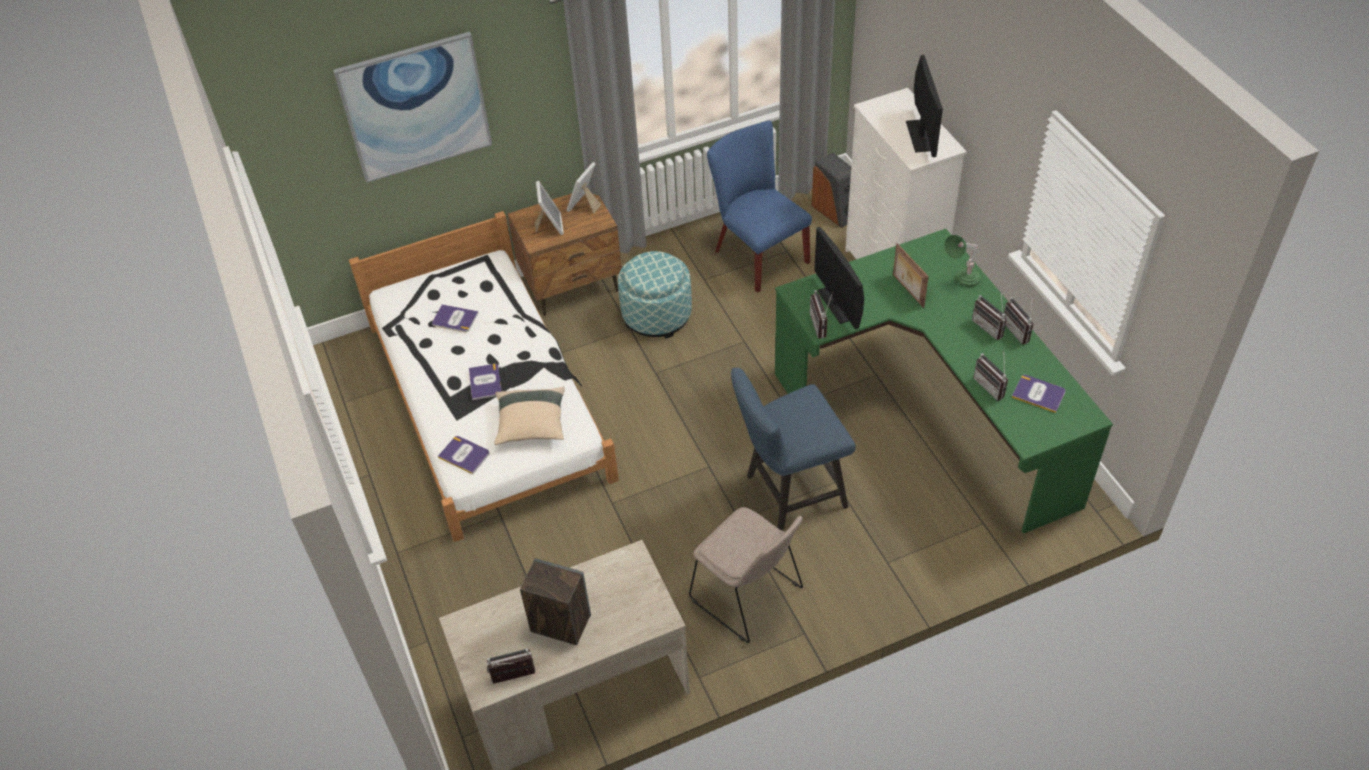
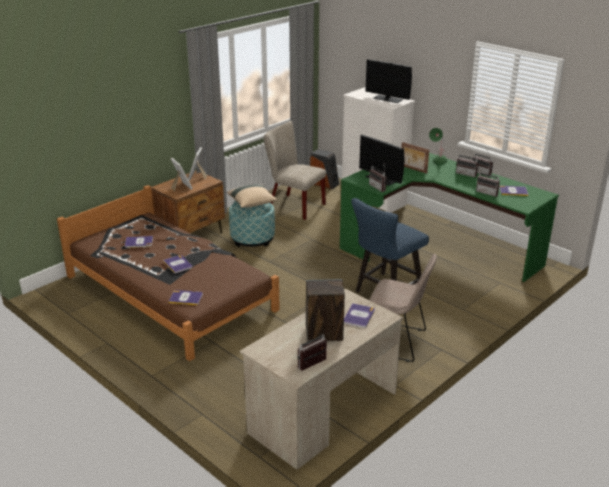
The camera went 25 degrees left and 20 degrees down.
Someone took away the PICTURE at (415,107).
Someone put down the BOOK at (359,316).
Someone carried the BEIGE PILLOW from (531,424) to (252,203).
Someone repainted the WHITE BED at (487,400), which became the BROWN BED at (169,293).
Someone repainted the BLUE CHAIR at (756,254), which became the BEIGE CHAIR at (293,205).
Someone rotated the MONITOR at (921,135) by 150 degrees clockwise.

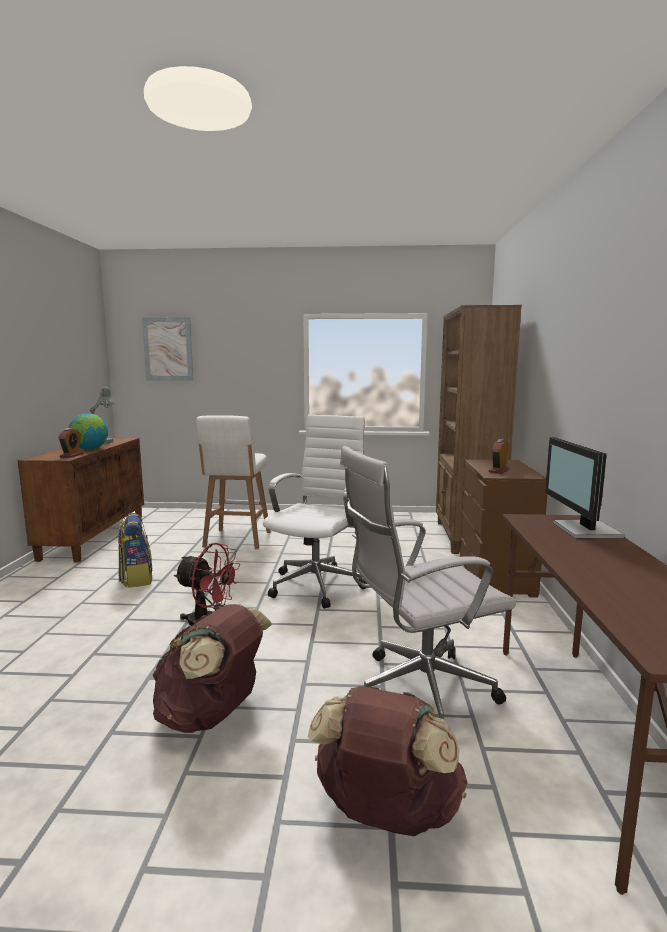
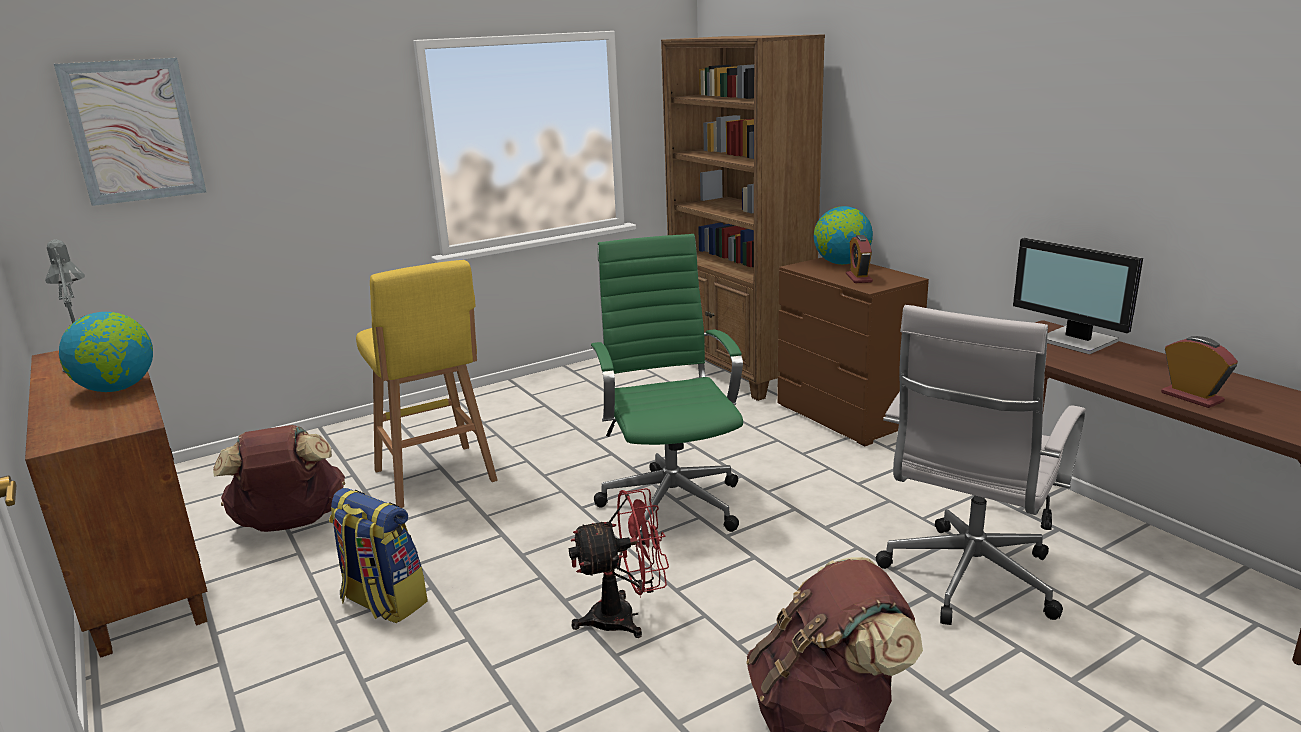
The camera went 35 degrees left and 10 degrees up.
Someone put down the GLOBE at (841,263).
Someone carried the ALARM CLOCK from (71,455) to (1191,397).
Someone carried the BROWN BACKPACK from (386,814) to (290,524).
Someone repainted the WHITE STOOL at (237,540), which became the YELLOW STOOL at (436,477).
Someone repainted the WHITE OFFICE CHAIR at (318,584), which became the GREEN OFFICE CHAIR at (670,502).

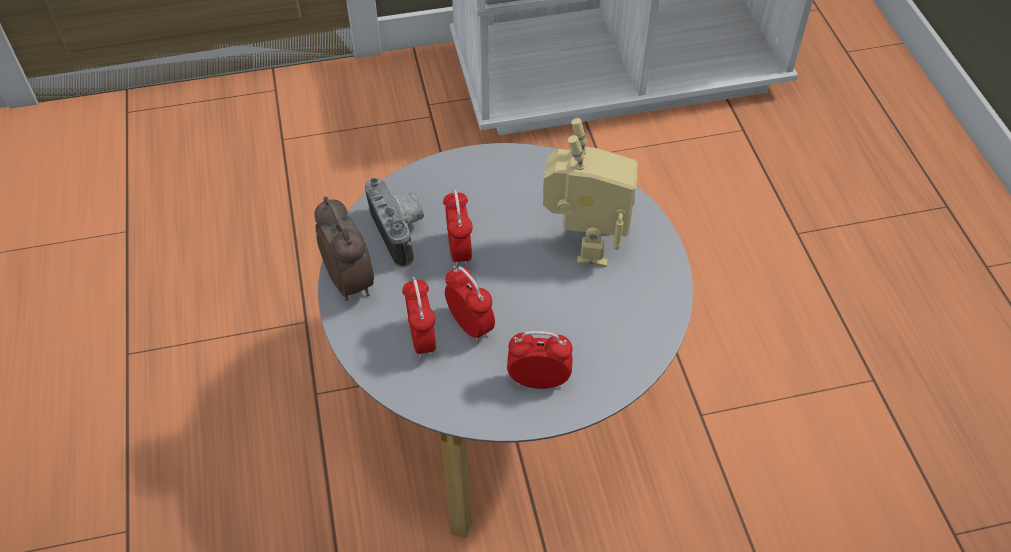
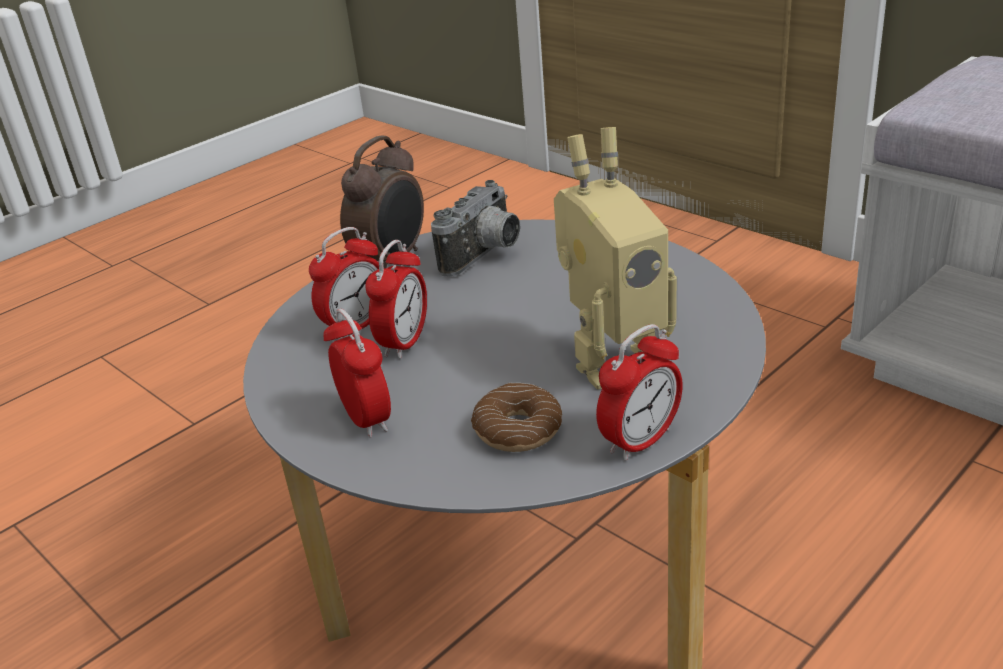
The camera went 60 degrees right and 20 degrees down.
Someone put down the DONUT at (518,430).
Someone carried the ALARM CLOCK from (459,251) to (640,441).

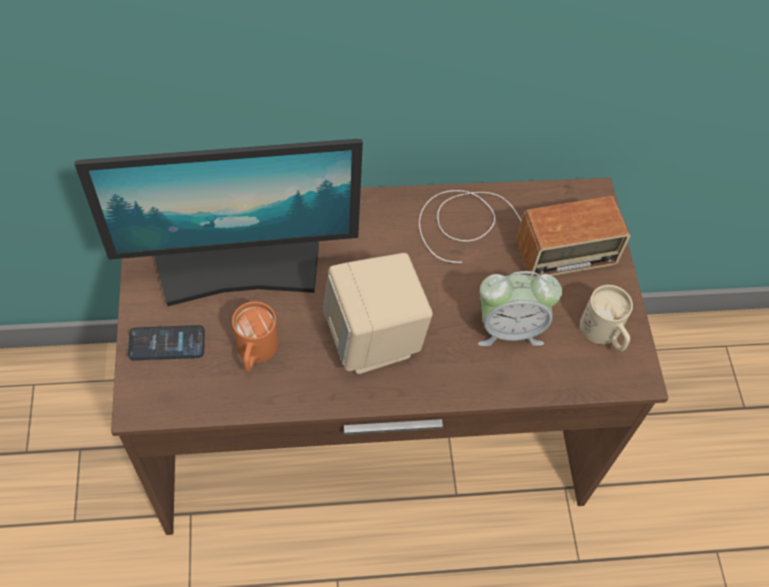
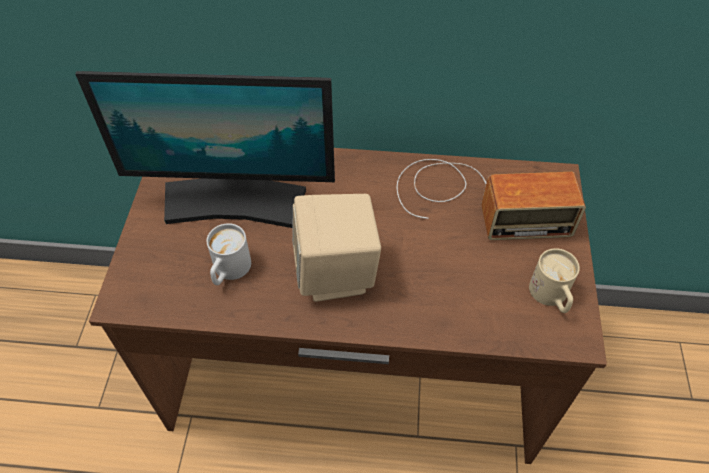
The camera went 15 degrees right and 5 degrees down.
Someone took away the PHONE at (167,343).
Someone took away the ALARM CLOCK at (509,328).
Someone repainted the ORANGE MUG at (255,353), which became the WHITE MUG at (229,271).

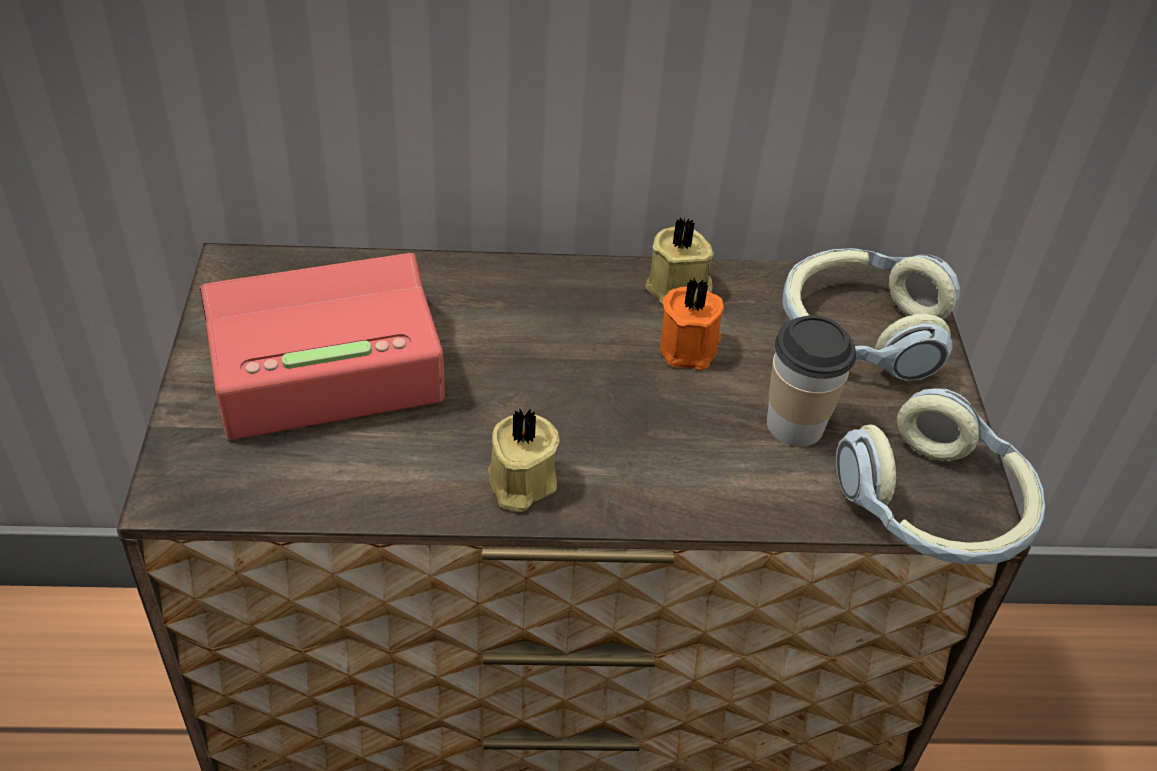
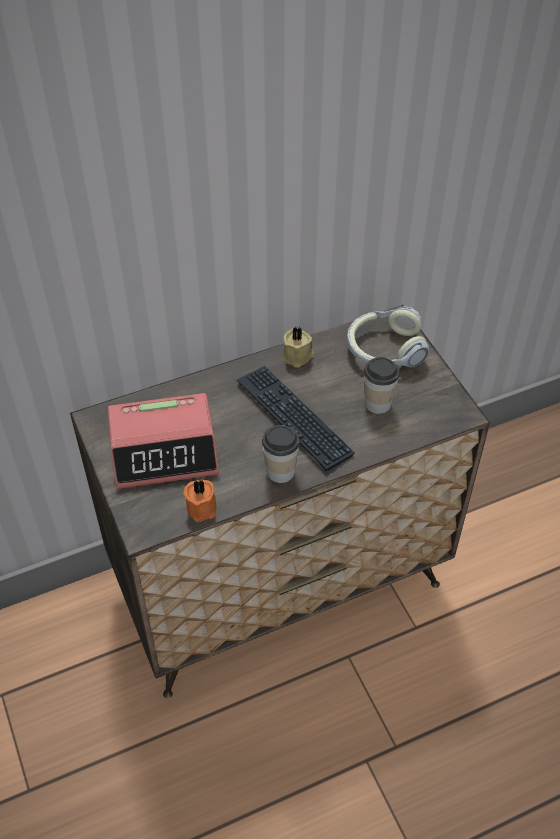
The camera went 20 degrees left and 5 degrees up.
Someone took away the HEADPHONES at (935,508).
Someone put down the KEYBOARD at (293,418).
Someone carried the ORANGE CANDLE from (691,347) to (203,507).
Someone swapped the BEIGE CANDLE at (519,483) for the CUP at (280,471).
Someone rotated the ALARM CLOCK at (323,362) by 150 degrees counterclockwise.

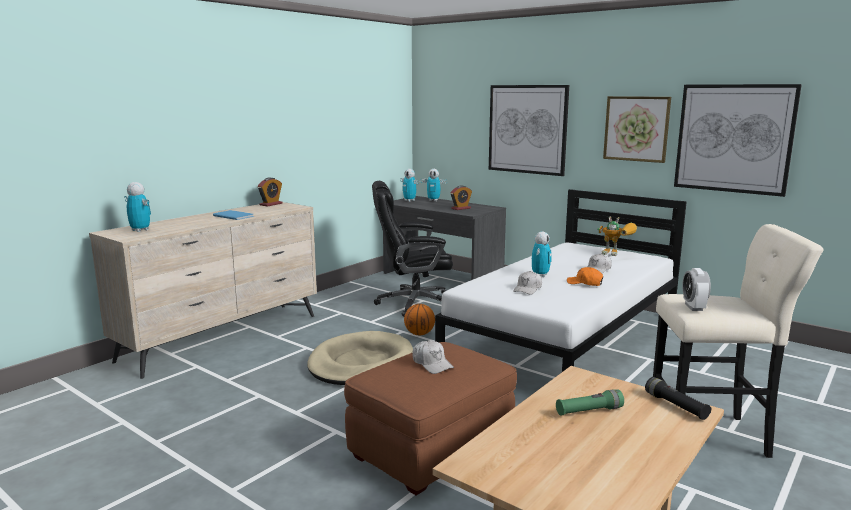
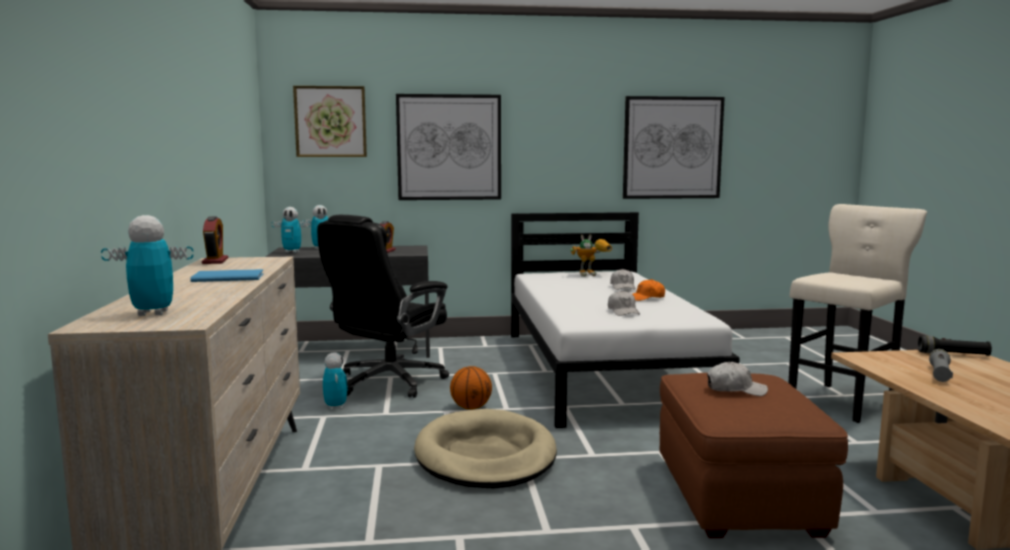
The camera went 45 degrees left and 5 degrees down.
Someone took away the ALARM CLOCK at (693,307).
Someone carried the TOY ROBOT from (540,275) to (335,407).
Someone carried the PICTURE from (636,128) to (330,121).
Someone repainted the GREEN FLASHLIGHT at (589,411), which became the GREY FLASHLIGHT at (939,374).

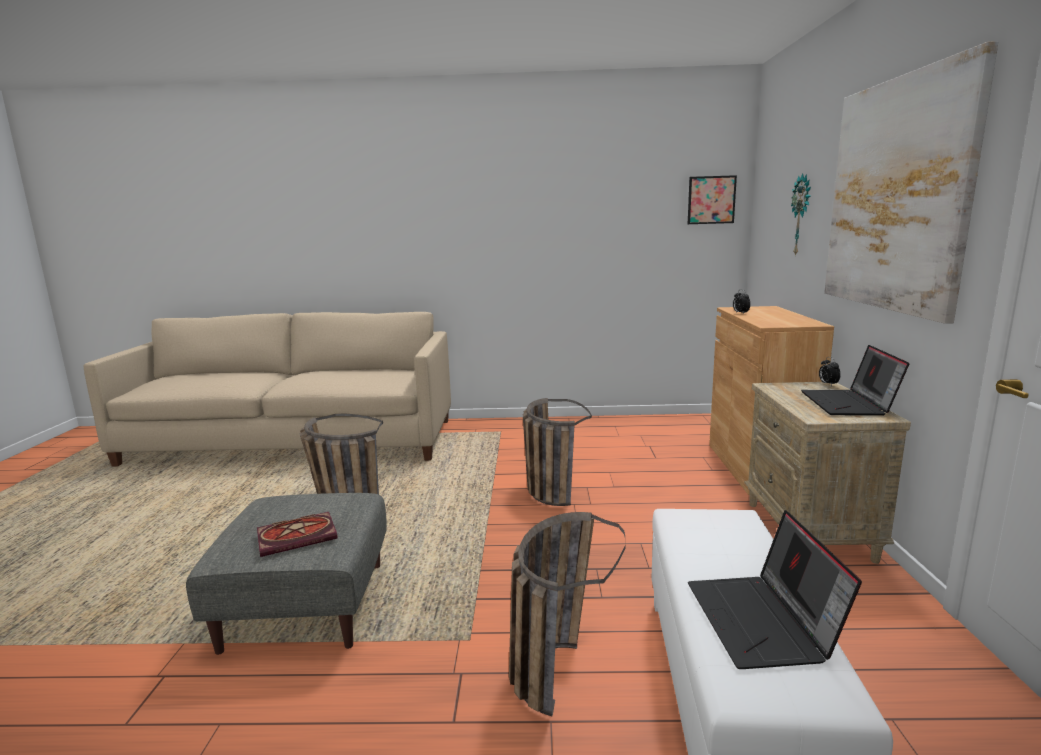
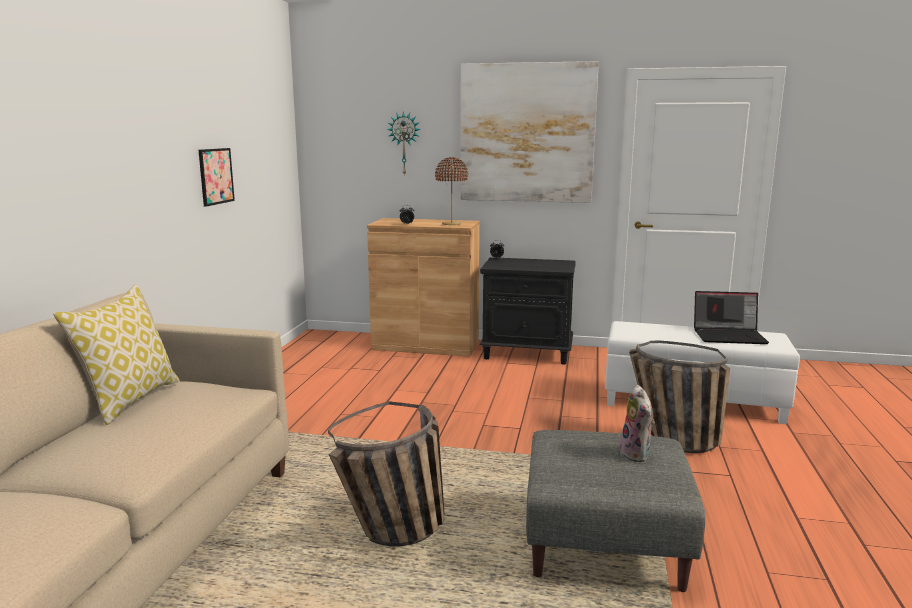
The camera went 80 degrees left and 0 degrees up.
Someone took away the BASKET at (547,489).
Someone took away the LAPTOP at (849,404).
Someone put down the PILLOW at (129,400).
Someone put down the BROWN TABLE LAMP at (451,224).
Someone carried the PICTURE from (711,200) to (216,176).
Someone swapped the BOOK at (299,536) for the PLUSH TOY at (637,454).
Someone repainted the BEIGE NIGHTSTAND at (809,531), which became the BLACK NIGHTSTAND at (528,353).

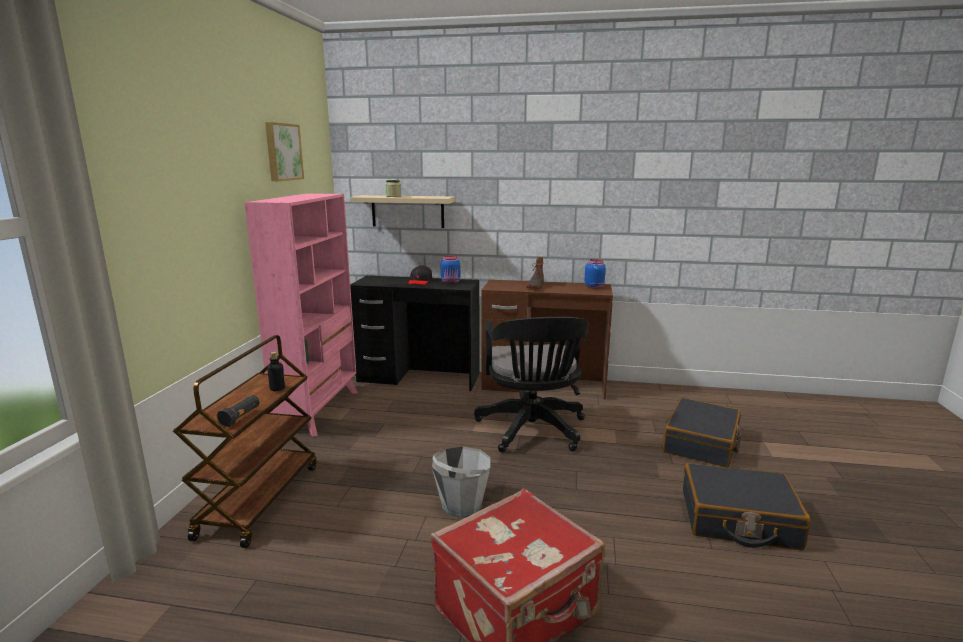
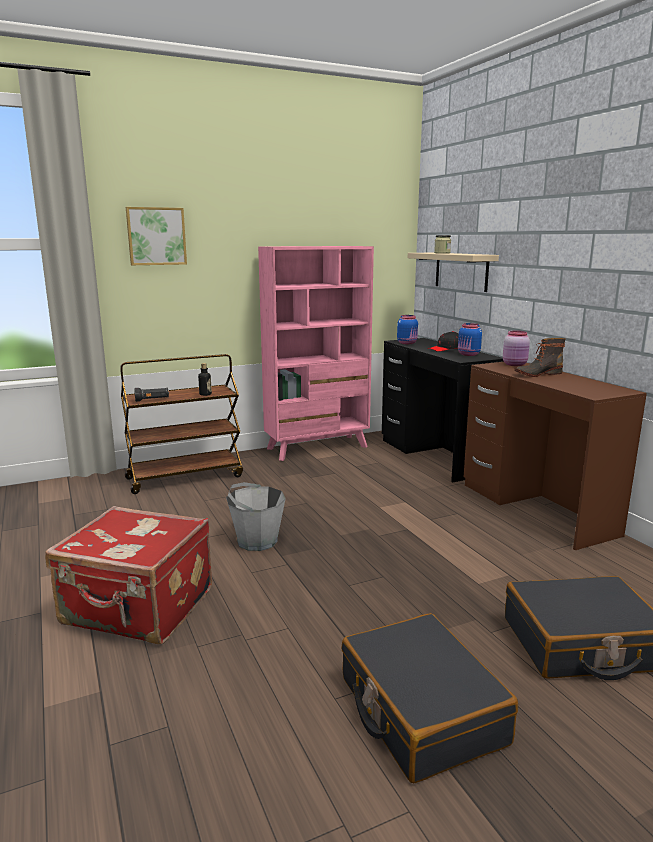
The camera went 55 degrees right and 0 degrees up.
Someone took away the BLACK OFFICE CHAIR at (532,431).
Someone put down the PINK JAR at (515,364).
Someone carried the PICTURE from (282,152) to (156,236).
Someone carried the BLUE JAR from (594,287) to (407,343).

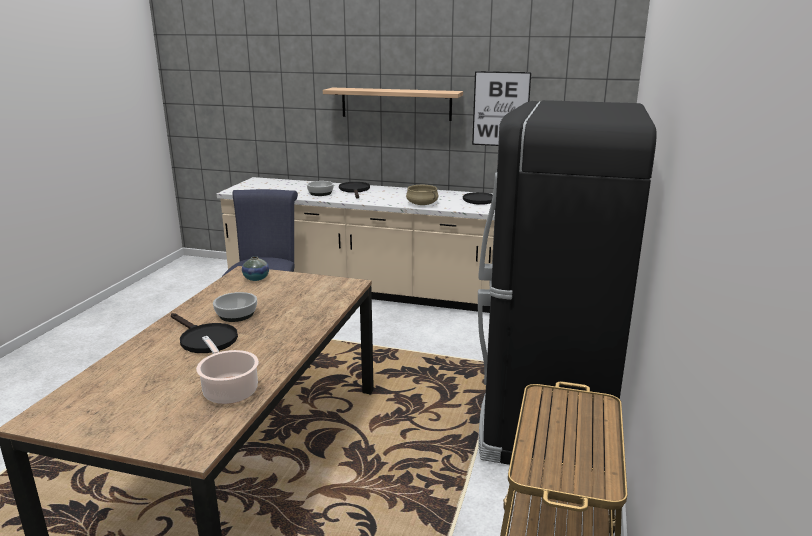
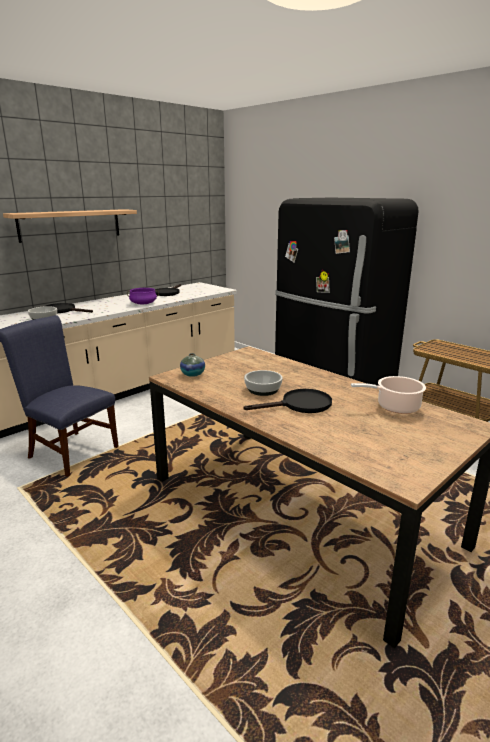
The camera went 60 degrees left and 0 degrees up.
Someone took away the PICTURE at (501,109).
Someone repainted the BEIGE COOKING POT at (422,204), which became the PURPLE COOKING POT at (143,303).

